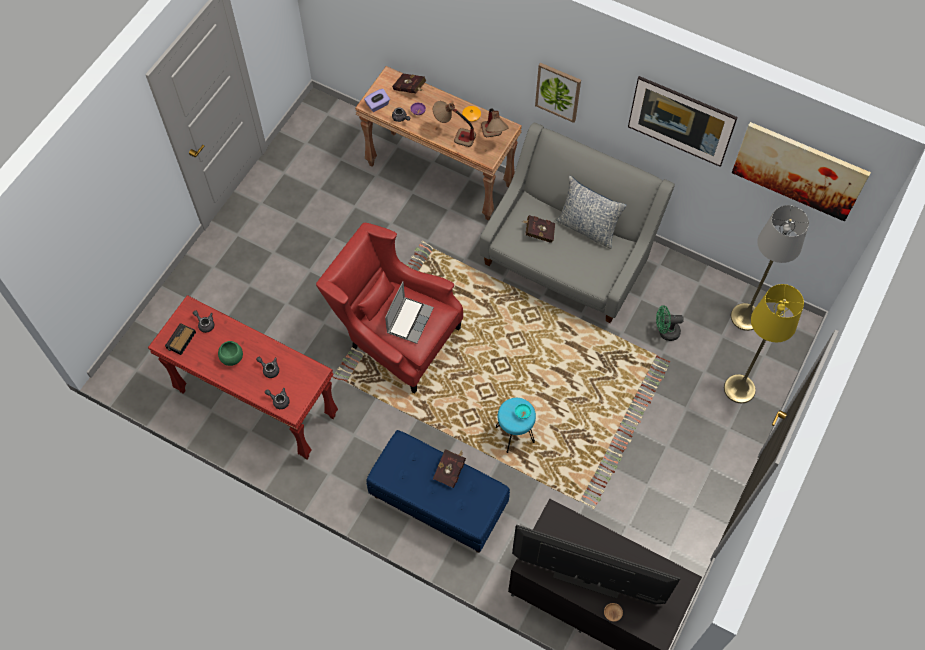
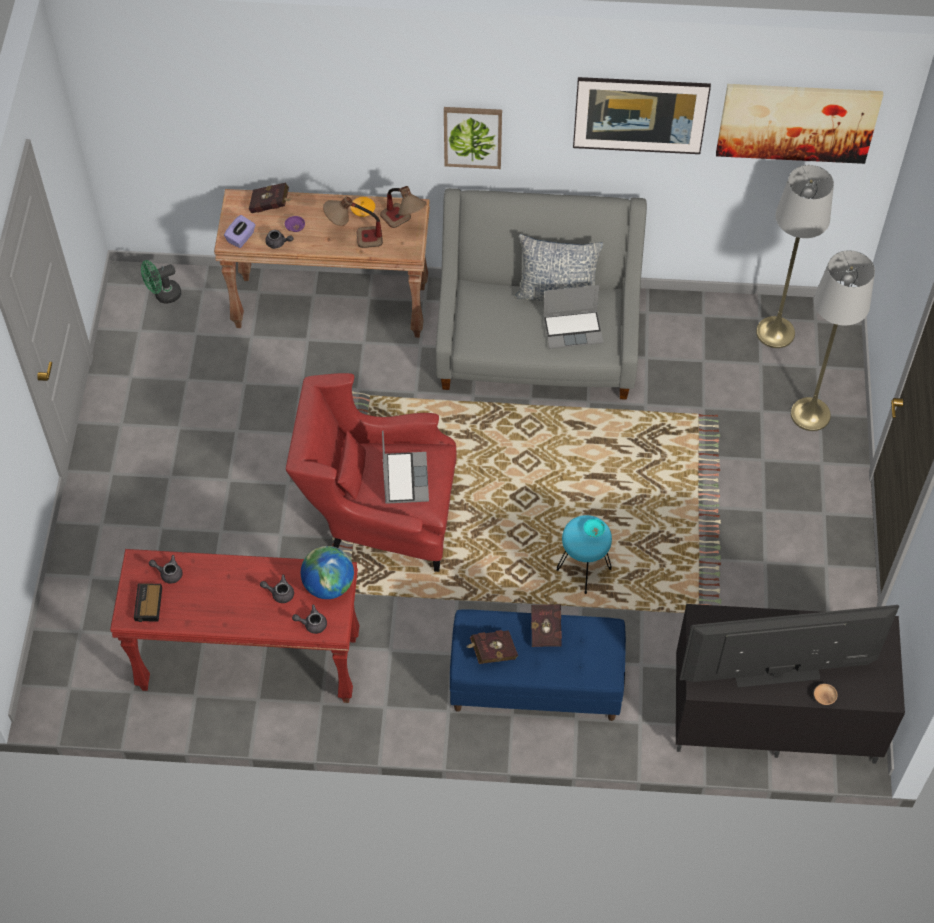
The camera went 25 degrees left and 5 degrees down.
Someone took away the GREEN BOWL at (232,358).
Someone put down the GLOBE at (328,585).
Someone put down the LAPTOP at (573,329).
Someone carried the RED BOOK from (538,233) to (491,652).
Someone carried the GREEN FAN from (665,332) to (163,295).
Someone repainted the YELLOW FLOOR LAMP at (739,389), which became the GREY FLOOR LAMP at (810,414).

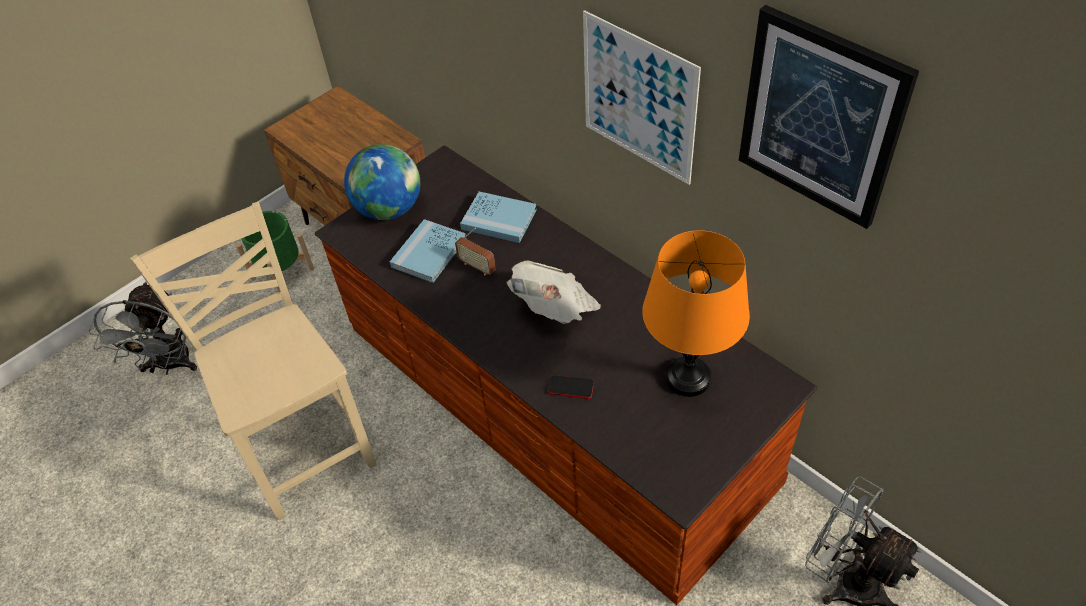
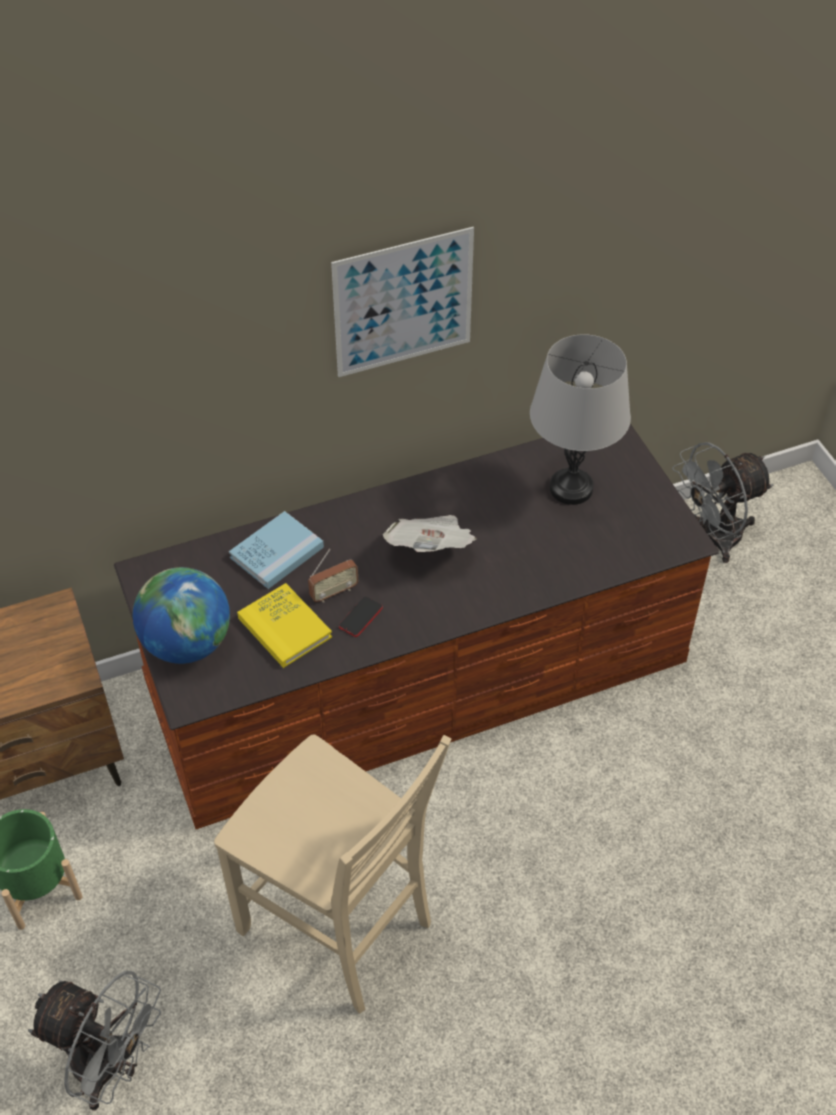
The camera went 70 degrees left and 0 degrees up.
Someone took away the PICTURE at (820,118).
Someone carried the PHONE from (571,387) to (360,617).
Someone repainted the BLUE BOOK at (429,253), which became the YELLOW BOOK at (285,628).
Someone repainted the ORANGE TABLE LAMP at (688,378), which became the GREY TABLE LAMP at (571,488).
Someone rotated the BEIGE CHAIR at (305,445) by 135 degrees counterclockwise.

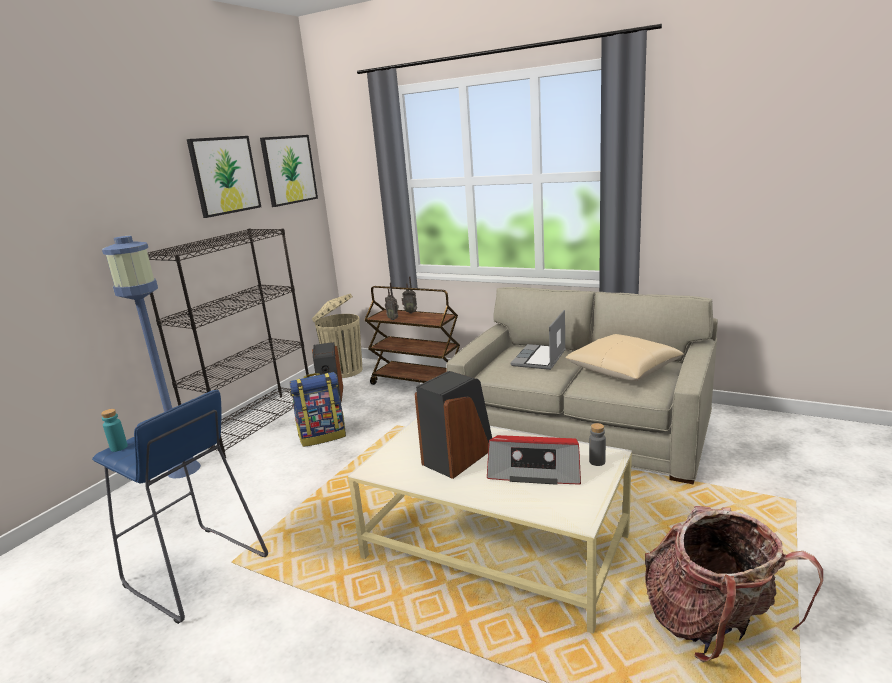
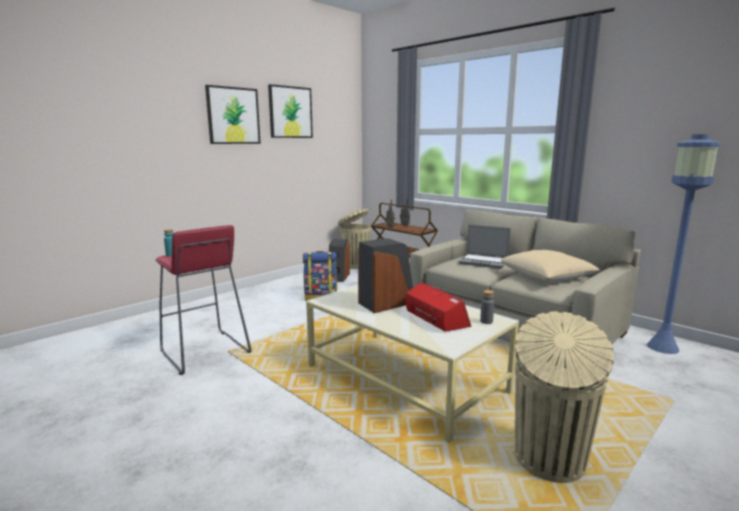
The camera went 15 degrees right and 5 degrees down.
Someone took away the BLACK BOOKCASE at (255,424).
Someone carried the BLUE FLOOR LAMP from (184,469) to (663,347).
Someone carried the PICTURE from (289,170) to (233,115).
Someone swapped the BACKPACK at (712,625) for the BEIGE TRASH CAN at (549,461).
Someone repainted the BLUE STOOL at (195,572), which became the RED STOOL at (204,352).
Someone rotated the RADIO at (534,470) by 150 degrees counterclockwise.
Someone rotated the LAPTOP at (539,359) by 105 degrees counterclockwise.

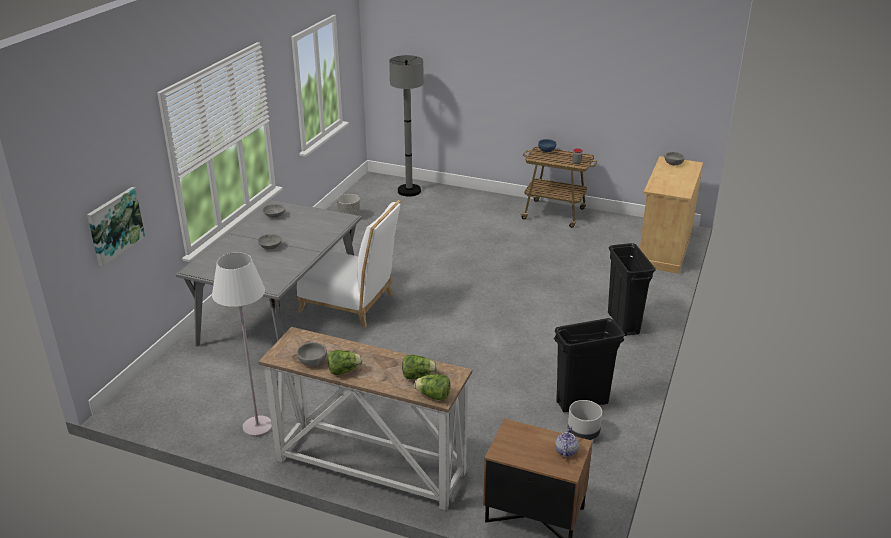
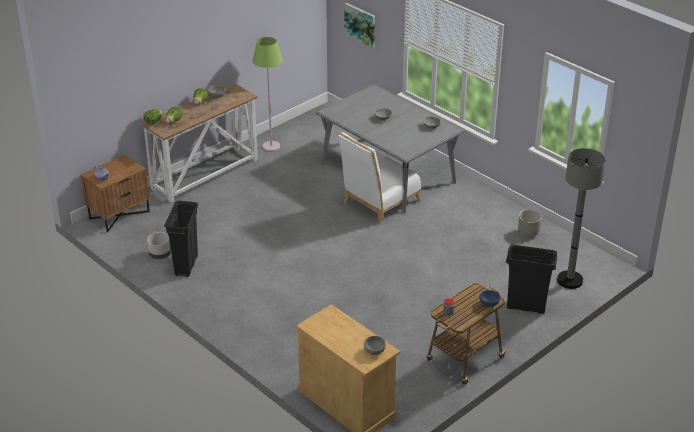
The camera went 115 degrees right and 5 degrees up.
Someone carried the BLACK TRASH CAN from (623,323) to (525,307).
Someone repainted the WHITE FLOOR LAMP at (257,427), which became the GREEN FLOOR LAMP at (271,146).

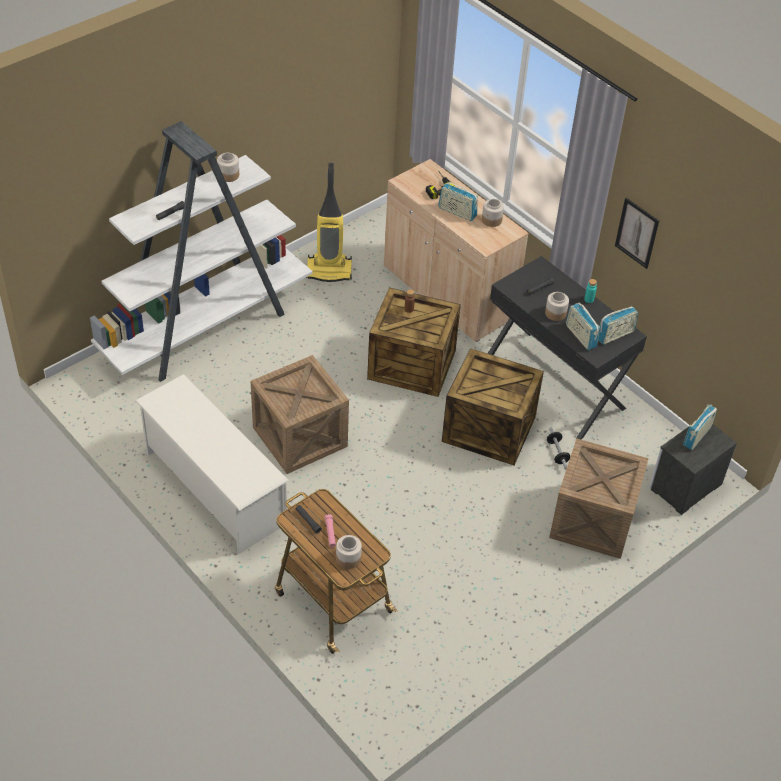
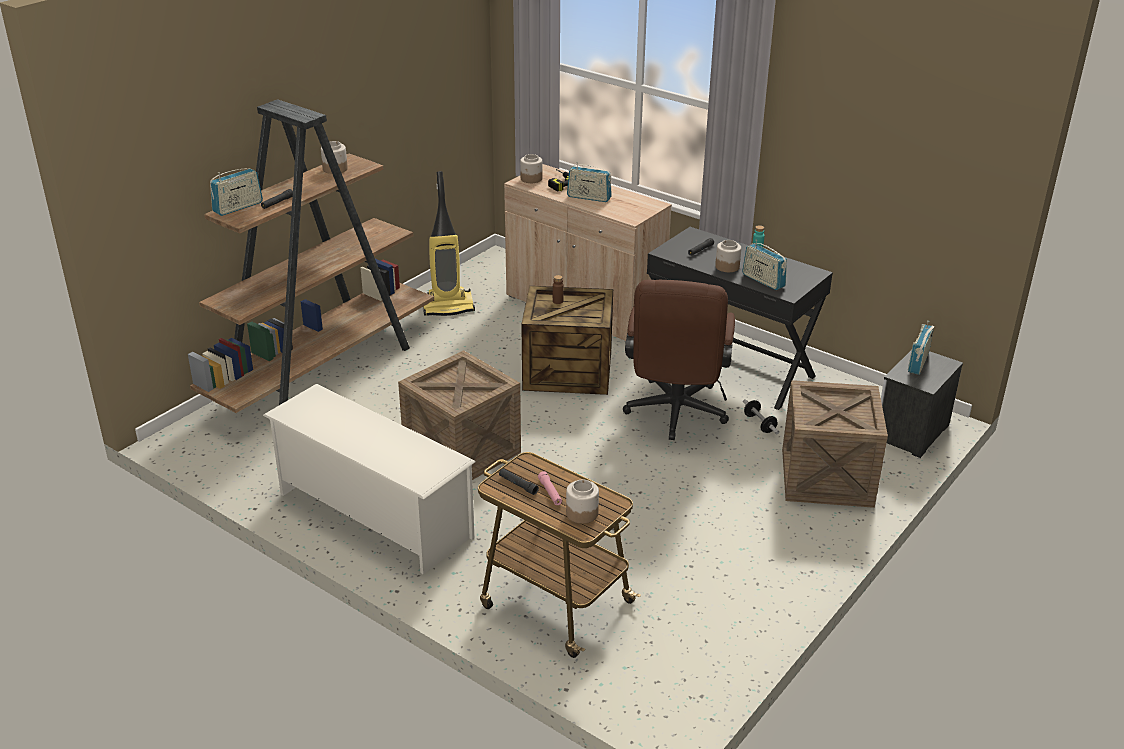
The camera went 10 degrees left and 15 degrees down.
Someone took away the PICTURE at (637,233).
Someone carried the JAR from (491,220) to (531,179).
Someone carried the RADIO from (615,335) to (238,207).
Someone swapped the CRATE at (488,430) for the BROWN OFFICE CHAIR at (674,415).
Someone repainted the WHITE BOOKCASE at (206,327), which became the BROWN BOOKCASE at (323,370).

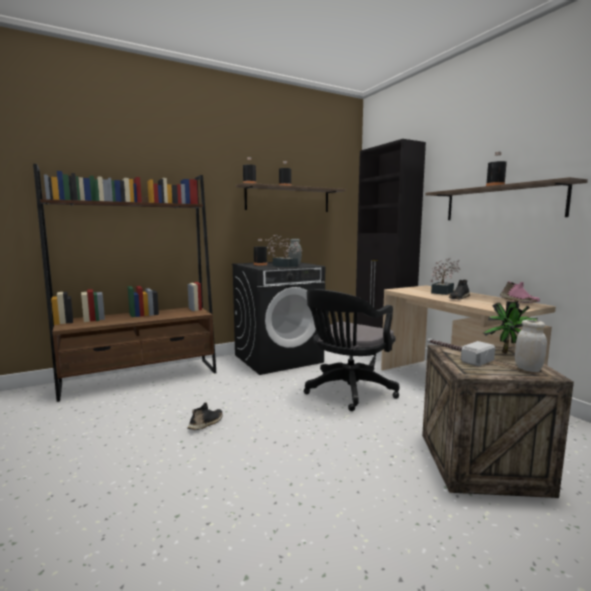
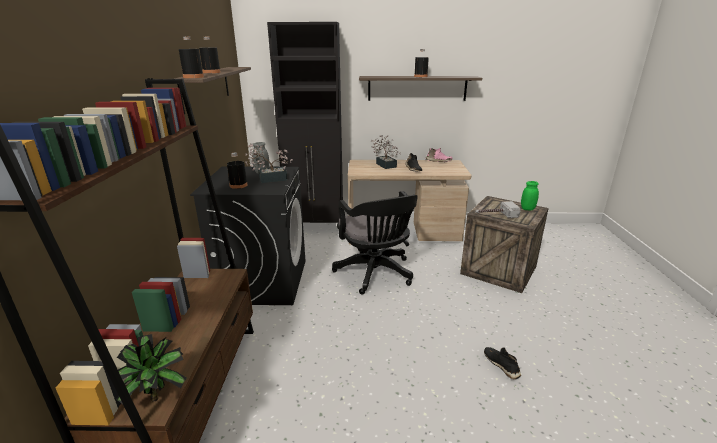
The camera went 60 degrees left and 15 degrees up.
Someone carried the BLACK SHOE from (206,424) to (501,365).
Someone carried the POTTED PLANT from (508,353) to (159,395).
Someone repainted the WHITE JAR at (528,369), which became the GREEN JAR at (527,209).

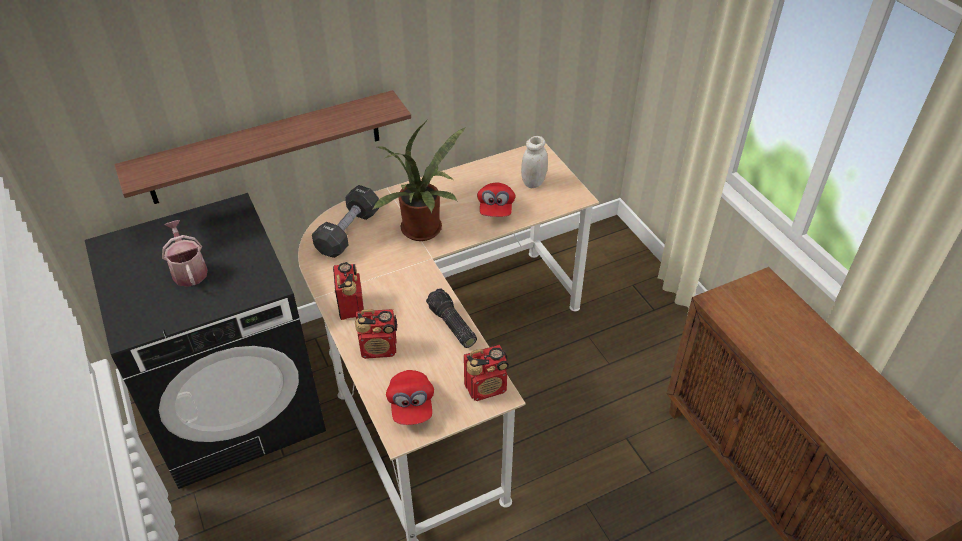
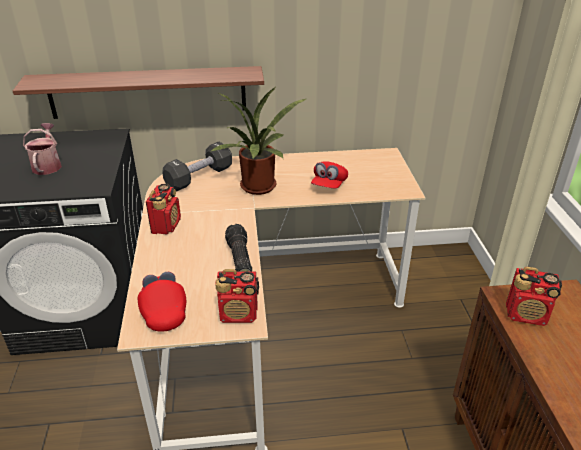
The camera went 20 degrees right and 10 degrees down.
Someone took away the WHITE JAR at (533,182).
Someone carried the RADIO from (379,348) to (527,315).
Someone rotated the RED CAP at (411,405) by 150 degrees clockwise.

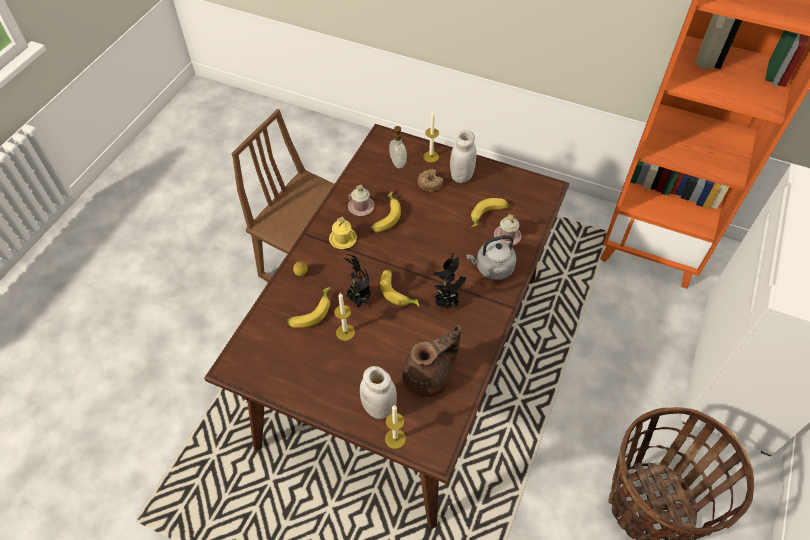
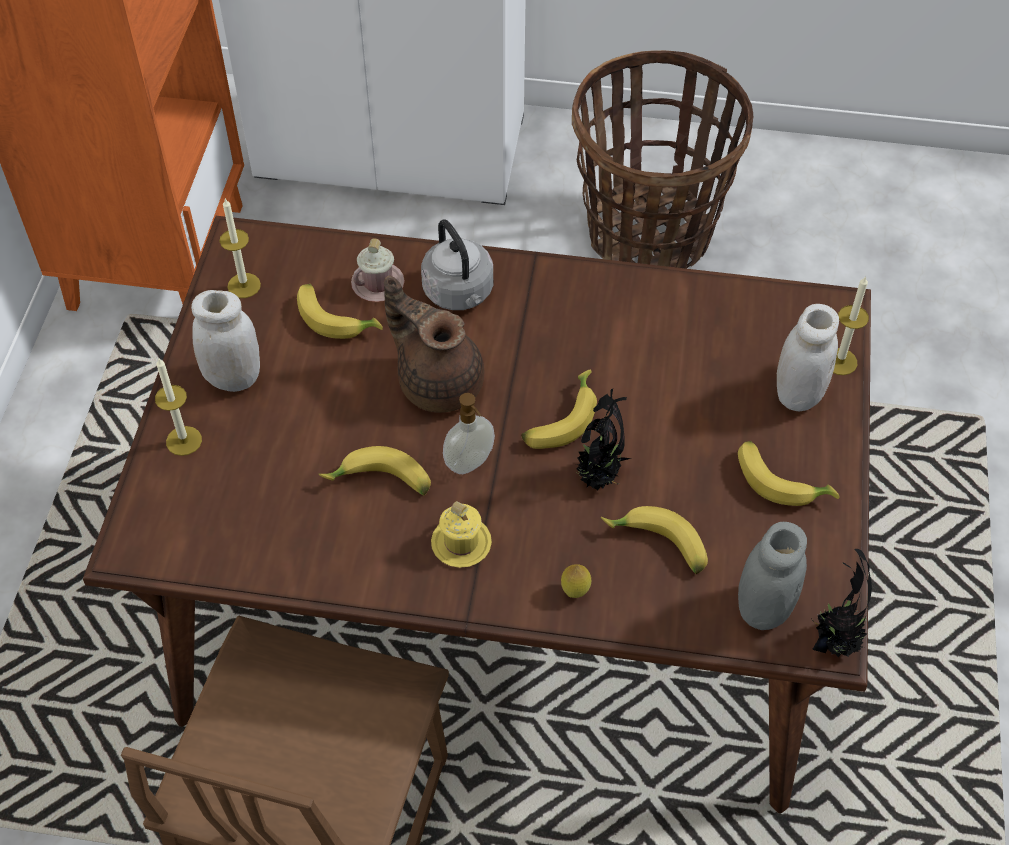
The camera went 105 degrees left and 0 degrees up.
Someone took away the PINK MUG at (361,207).
Someone took away the DONUT at (429,183).
Someone put down the BANANA at (781,480).
Someone put down the GREY JAR at (763,608).
Someone carried the CANDLE from (345,332) to (244,285).
Someone carried the SOAP DISPENSER from (397,163) to (470,463).
Someone carried the BROWN TEAPOT from (429,377) to (438,381).
Someone carried the POTTED PLANT from (447,303) to (834,640).

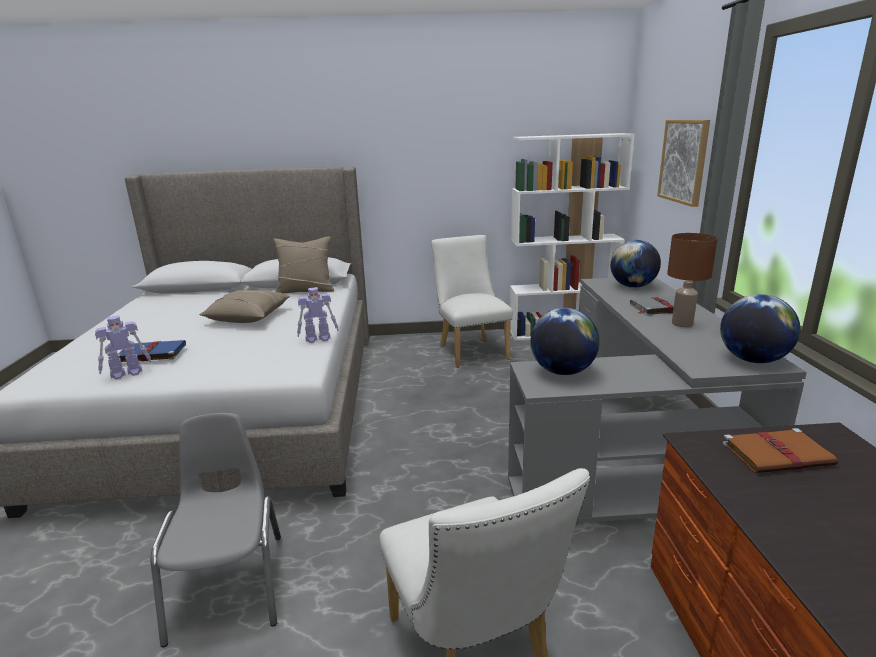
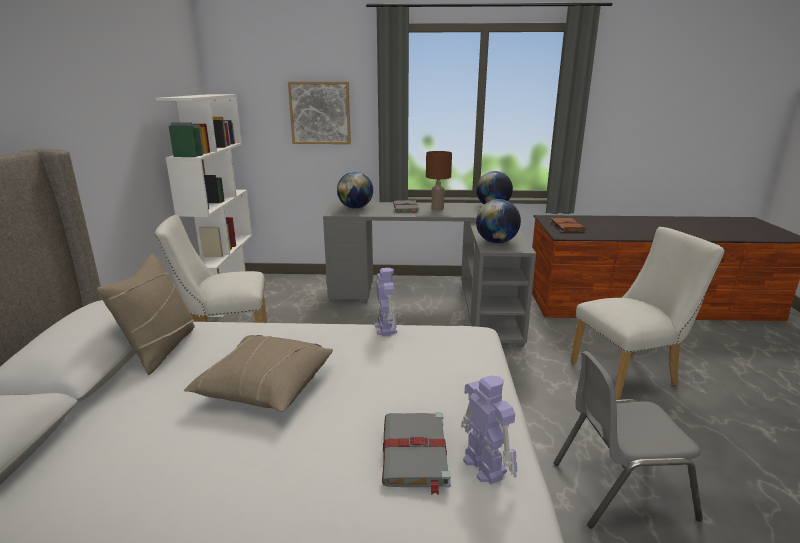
The camera went 85 degrees left and 0 degrees up.
Someone repainted the BLUE BOOK at (151,353), which became the GREY BOOK at (415,453).

